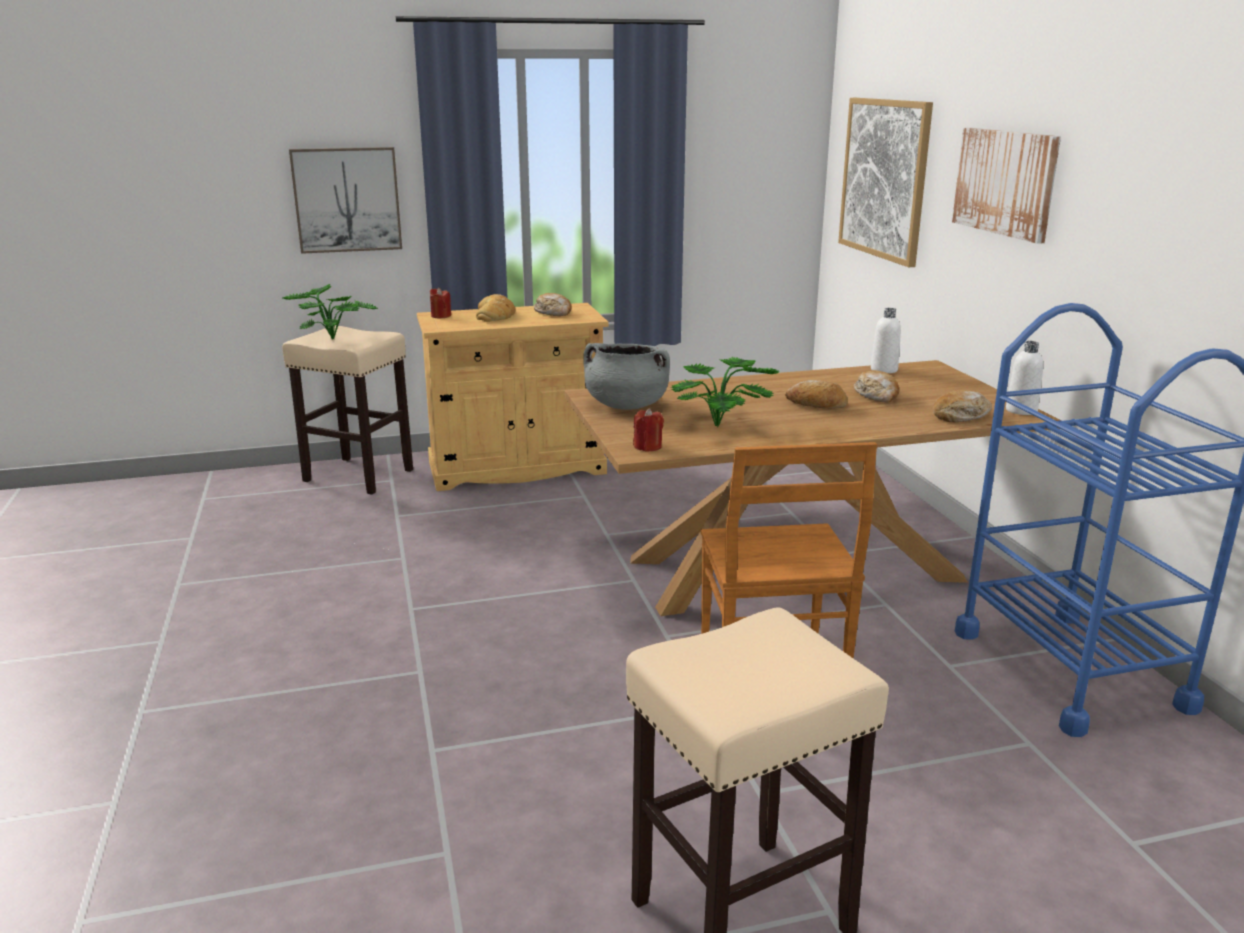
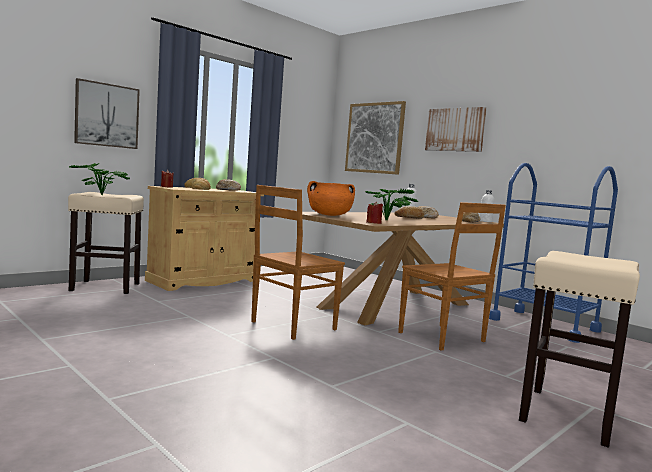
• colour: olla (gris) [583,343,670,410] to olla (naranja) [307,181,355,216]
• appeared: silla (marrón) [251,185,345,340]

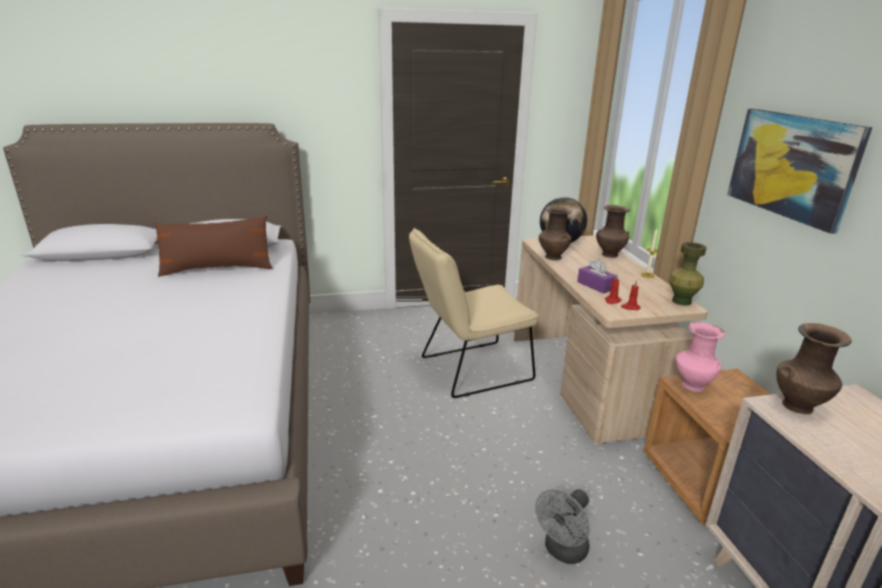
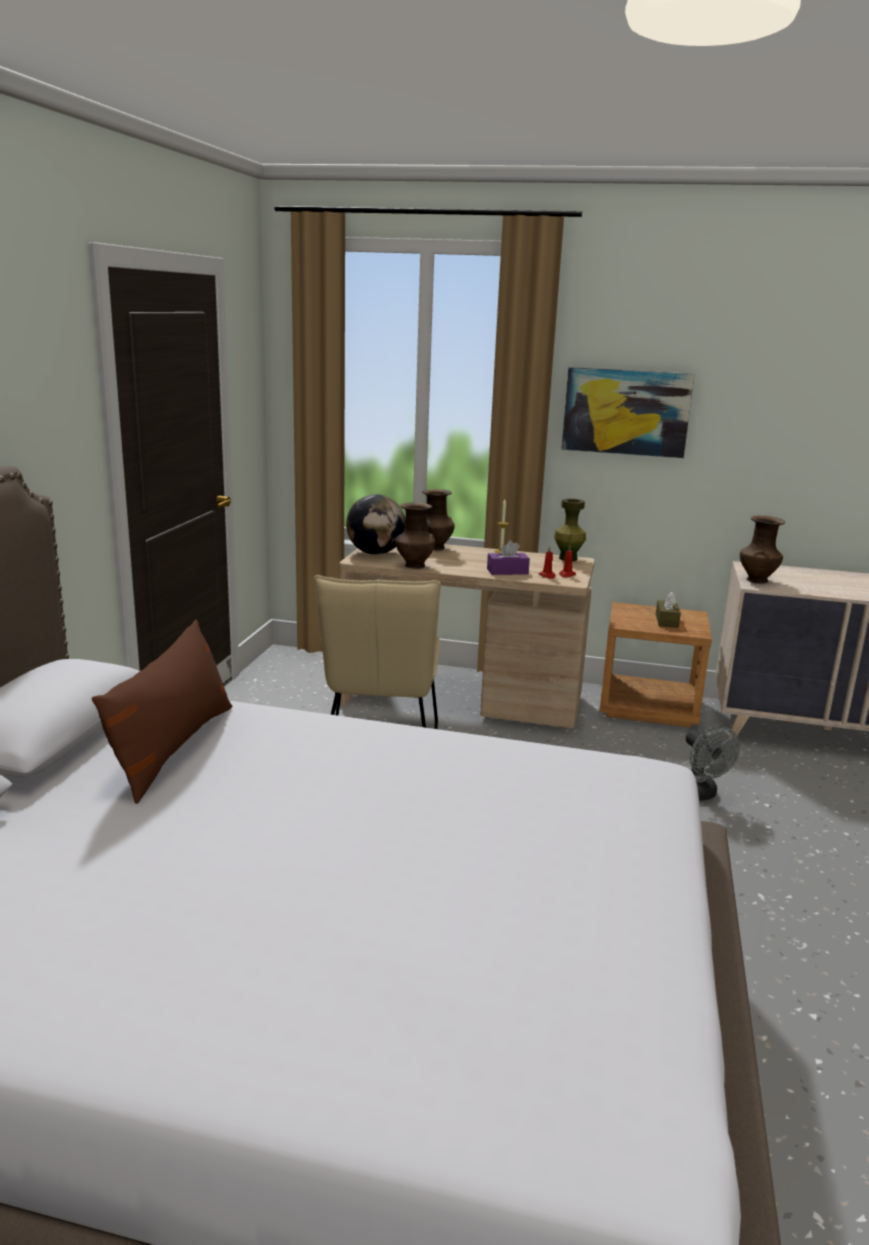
• missing: florero (rosa) [676,322,725,392]
• appeared: caja de pañuelos (marrón) [656,592,681,628]

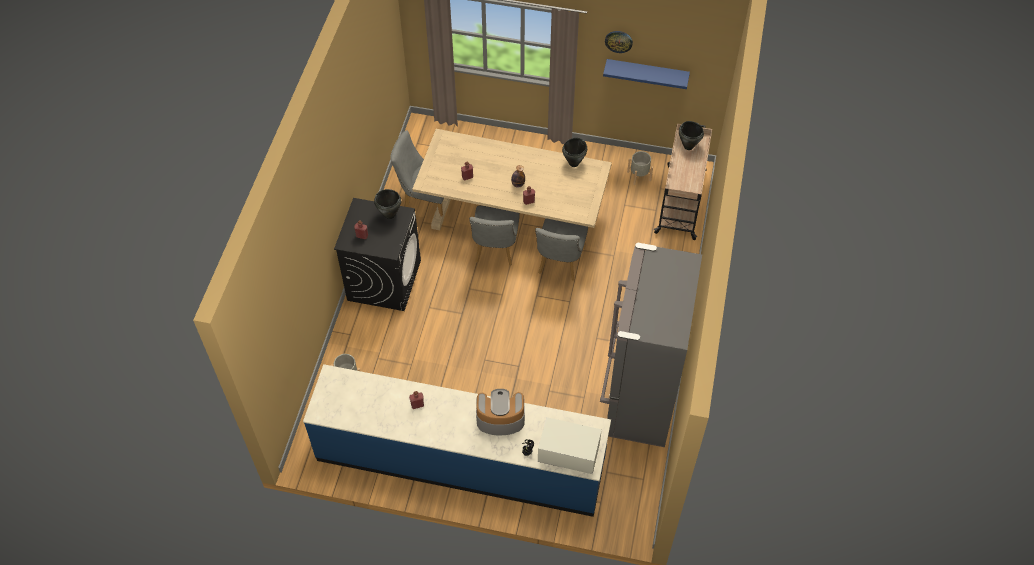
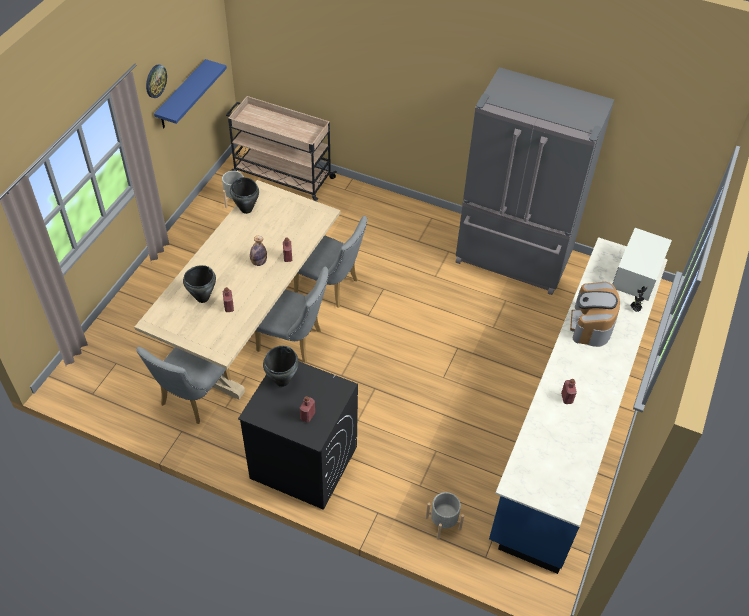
• relocated: olla (negro) [679,121,704,150] to [183,265,216,303]

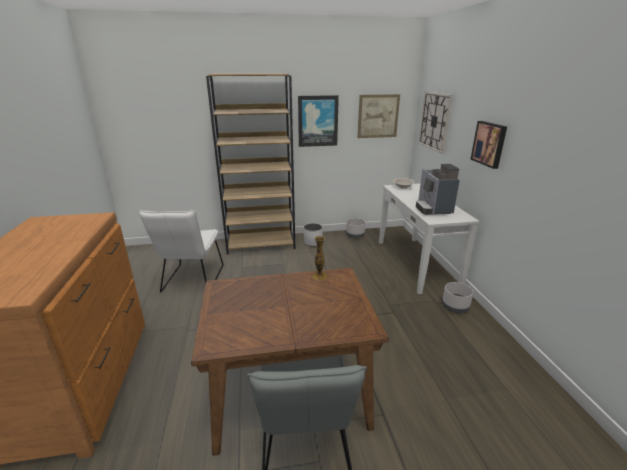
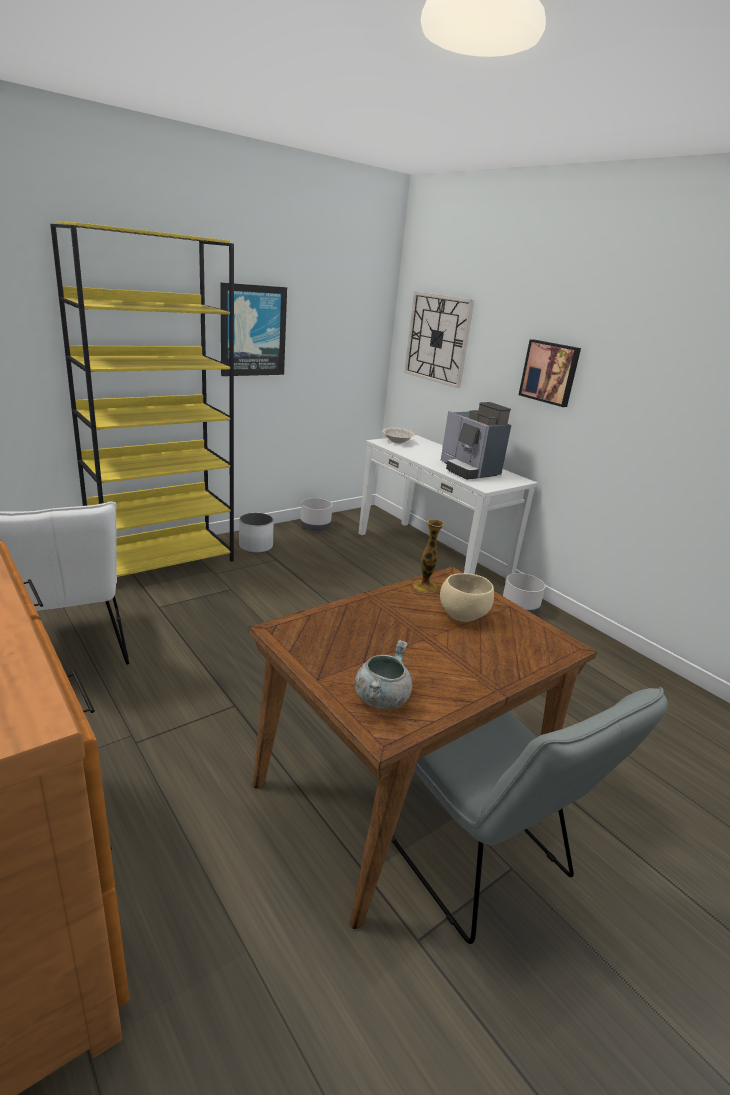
• colour: estantería (marrón) [206,73,295,254] to estantería (amarillo) [50,221,234,577]
• missing: cuadro [357,94,400,138]
• appeared: cuenco (beis) [440,573,494,622]
• appeared: olla (gris) [354,640,412,709]

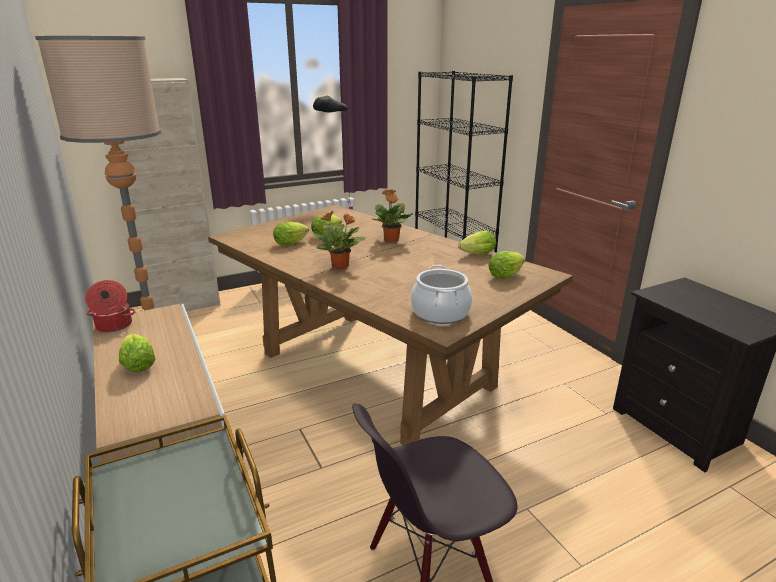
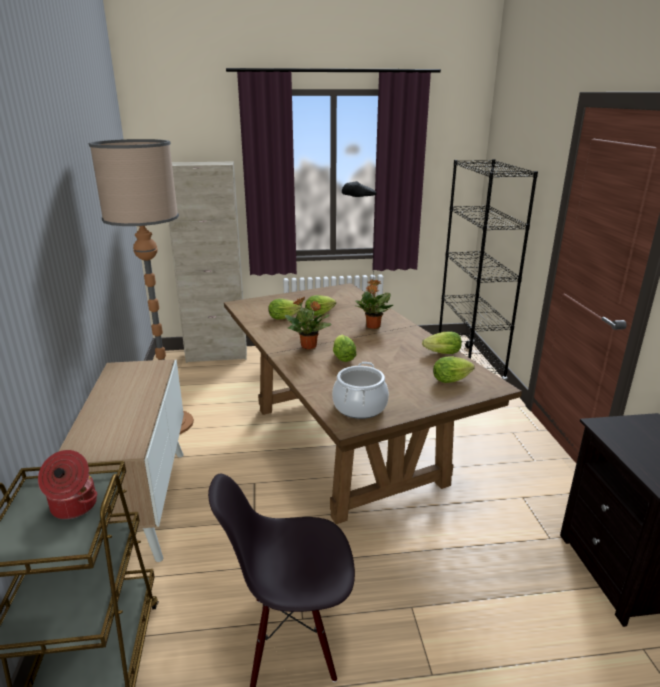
• relocated: olla [85,280,136,332] to [38,450,97,519]
• relocated: lechuga [119,334,155,373] to [333,335,357,362]

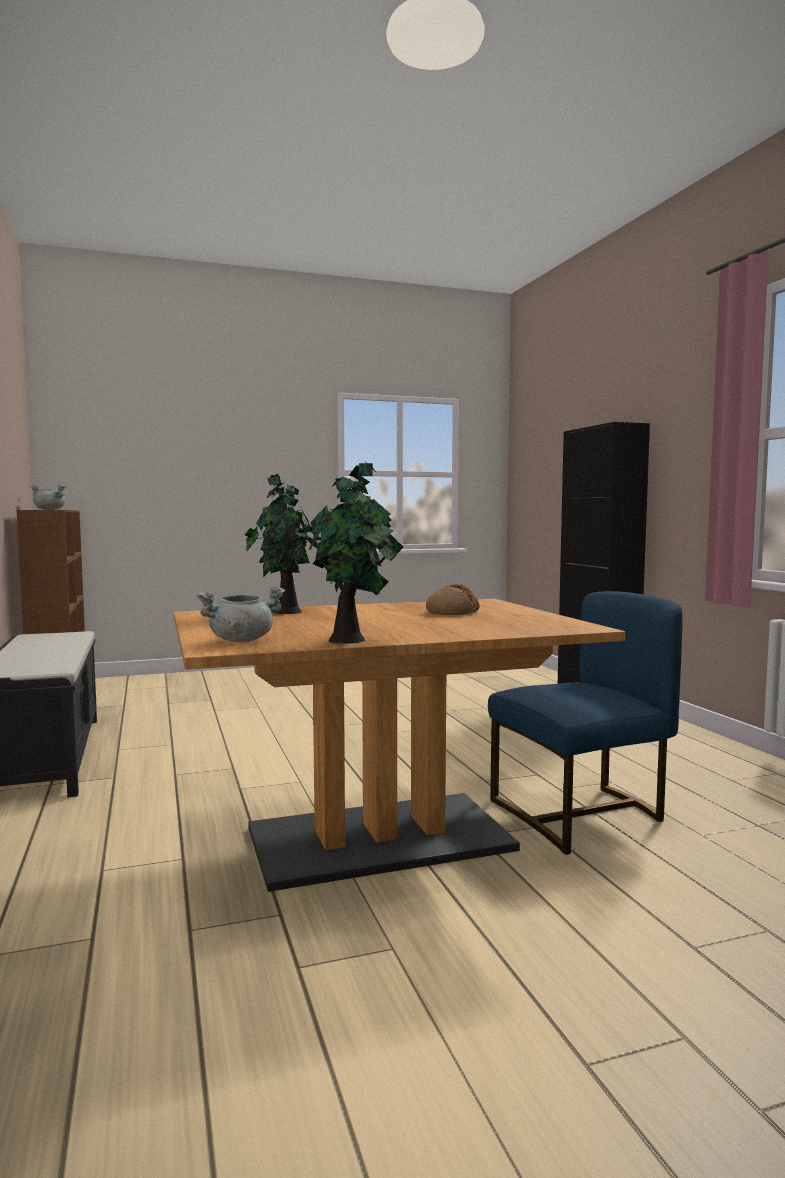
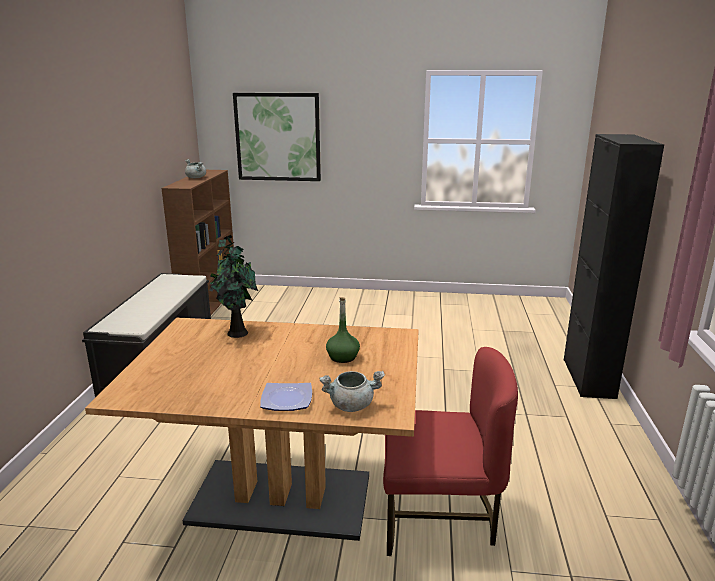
• missing: planta en maceta [297,462,403,644]
• exchanged: pan [426,584,480,615] to botella (verde) [326,297,360,363]
• relocated: olla (gris) [197,586,285,642] to [320,371,385,412]
• colour: silla (azul) [488,591,683,855] to silla (rojo) [383,347,518,556]
• appeared: cuadro [233,93,321,181]
• appeared: plato [260,383,312,411]

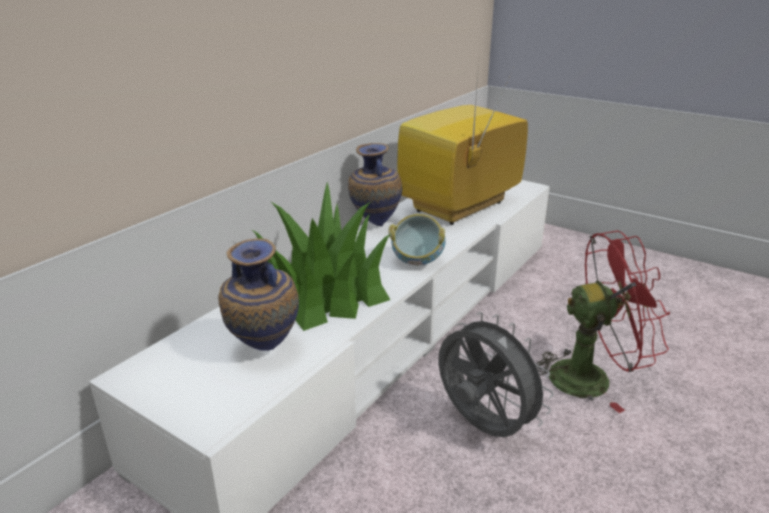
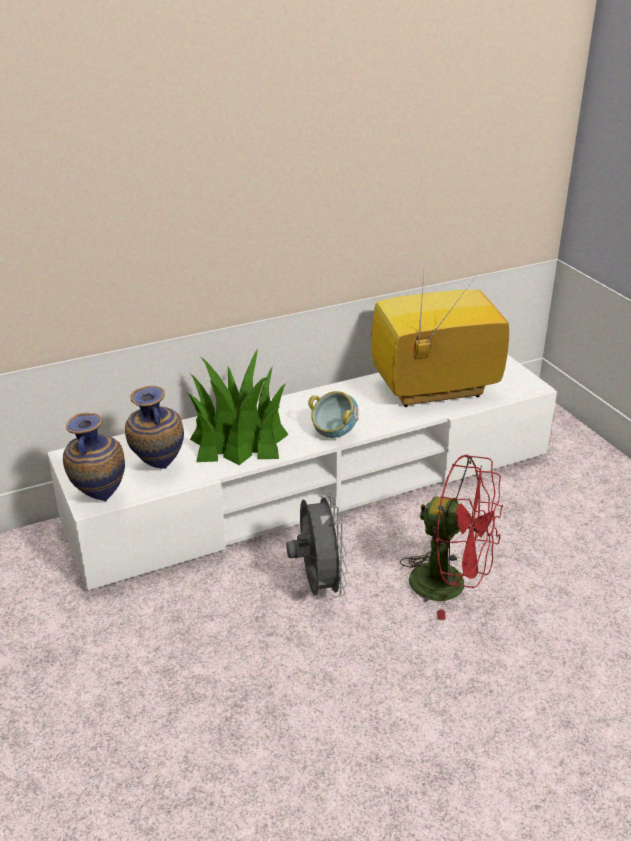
• relocated: florero [348,143,402,226] to [63,413,125,502]

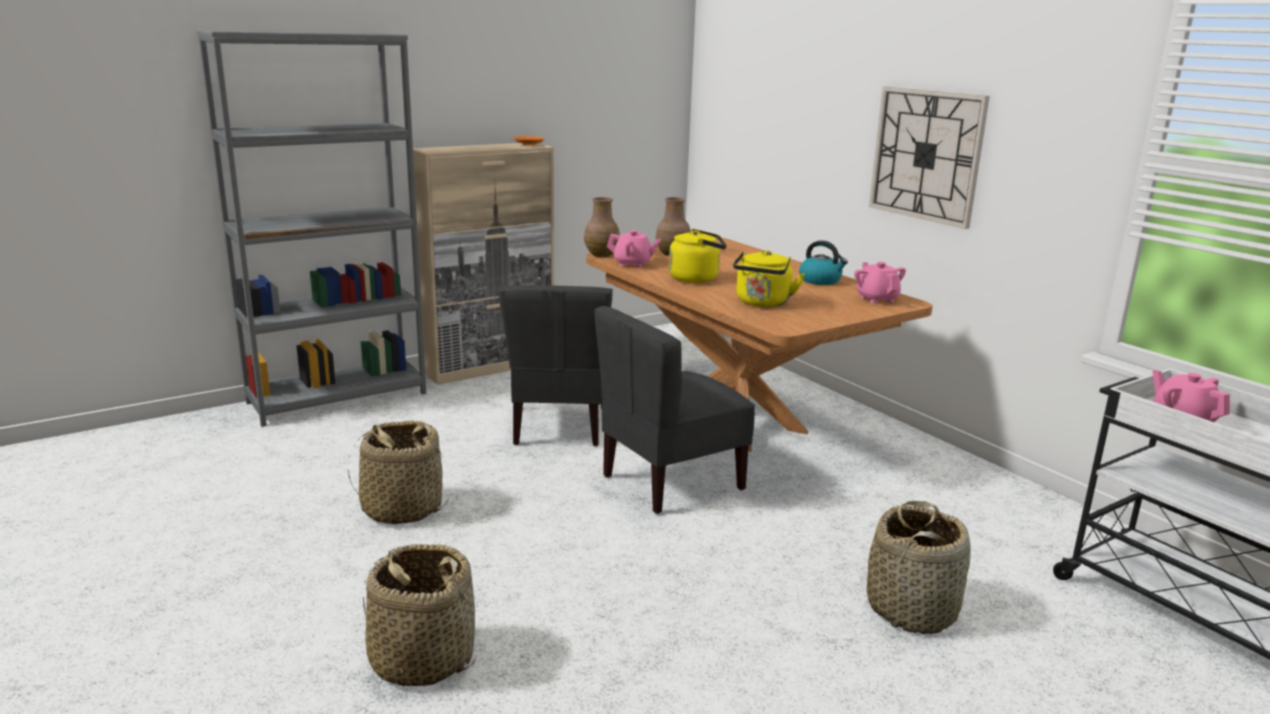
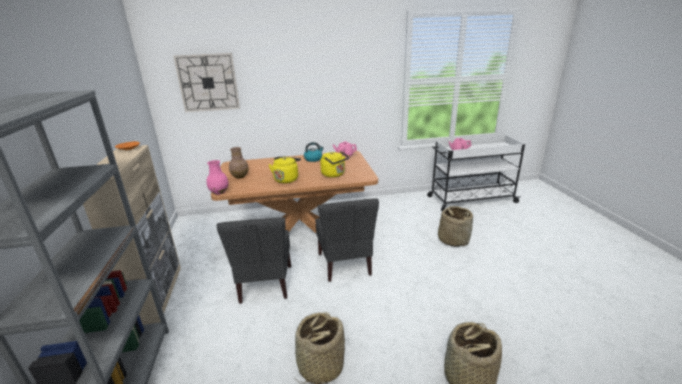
• relocated: reloj de pared [869,86,990,229] to [173,53,240,112]
• colour: florero (marrón) [584,197,620,257] to florero (rosa) [207,160,229,195]
• missing: tetera (rosa) [607,230,661,268]
• spun: silla (gris) [498,285,613,446] = [217,217,291,304] 60 degrees clockwise

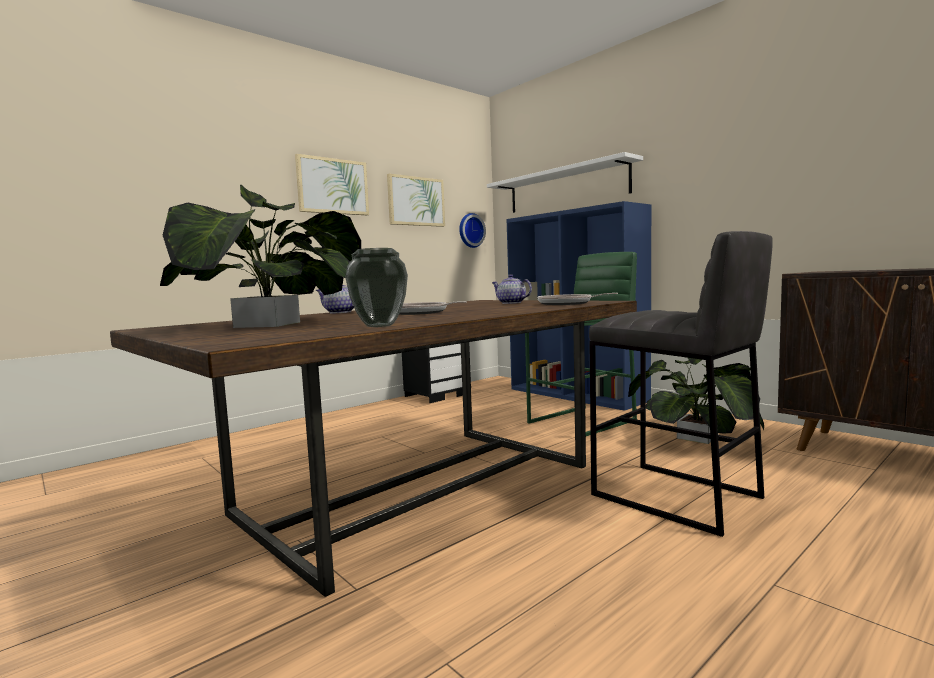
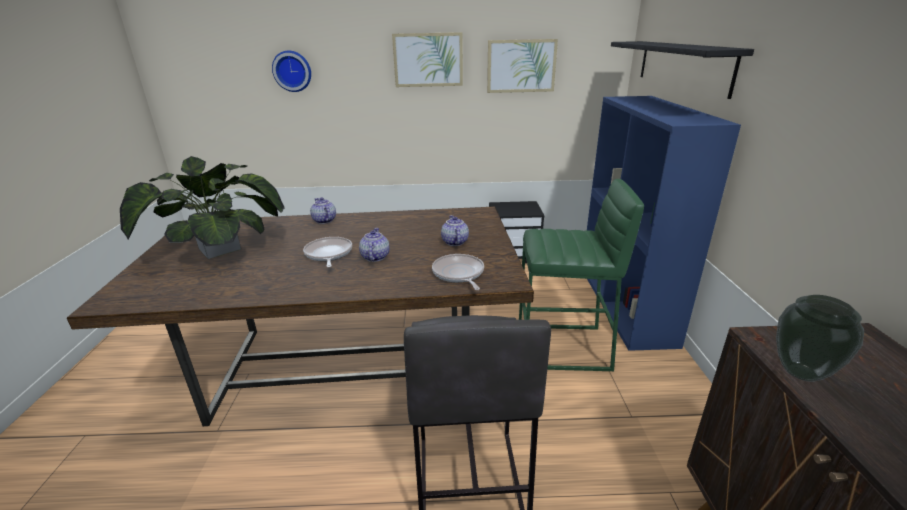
• colour: estante (blanco) [487,152,643,213] to estante (negro) [611,41,754,99]
• relocated: reloj de pared [459,213,486,248] to [272,50,311,92]
• relocated: florero [345,248,408,327] to [776,295,864,382]
• missing: planta en maceta [628,358,764,444]
• appeared: tetera [359,228,389,262]

